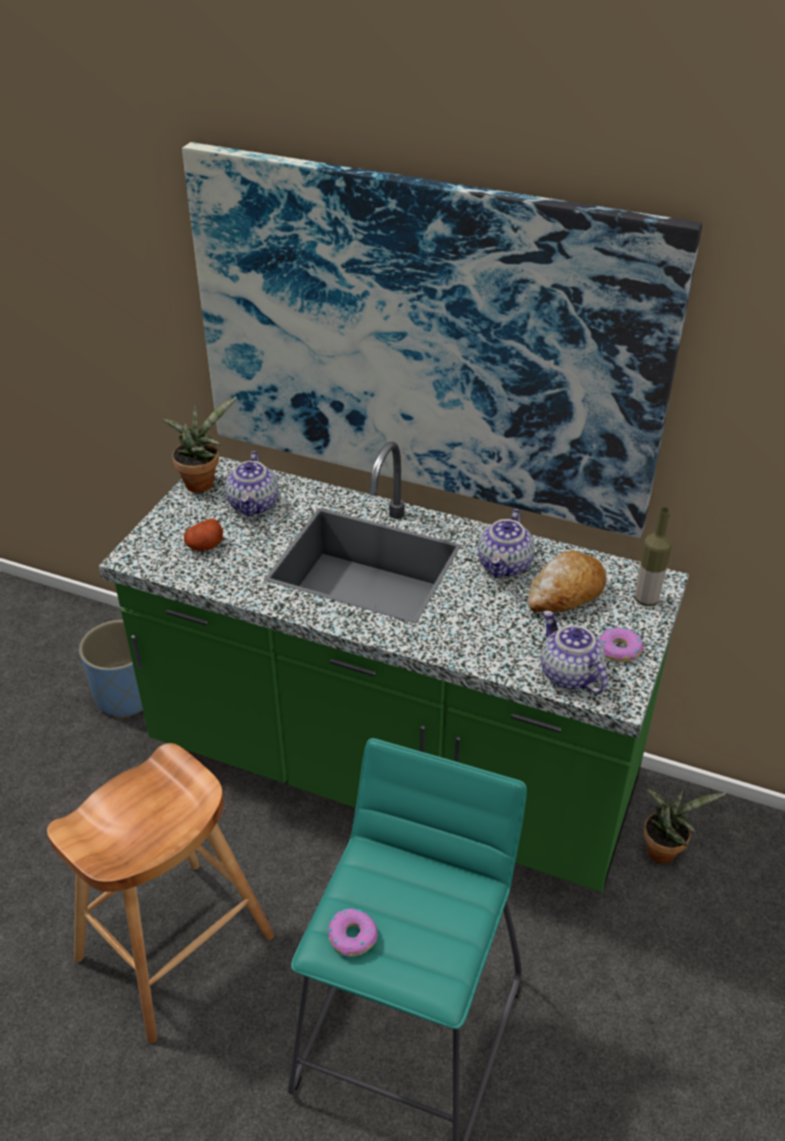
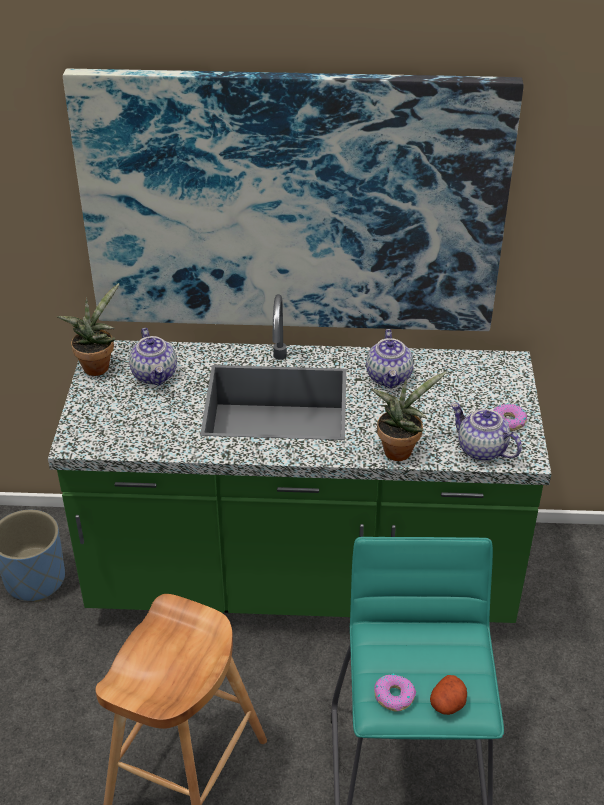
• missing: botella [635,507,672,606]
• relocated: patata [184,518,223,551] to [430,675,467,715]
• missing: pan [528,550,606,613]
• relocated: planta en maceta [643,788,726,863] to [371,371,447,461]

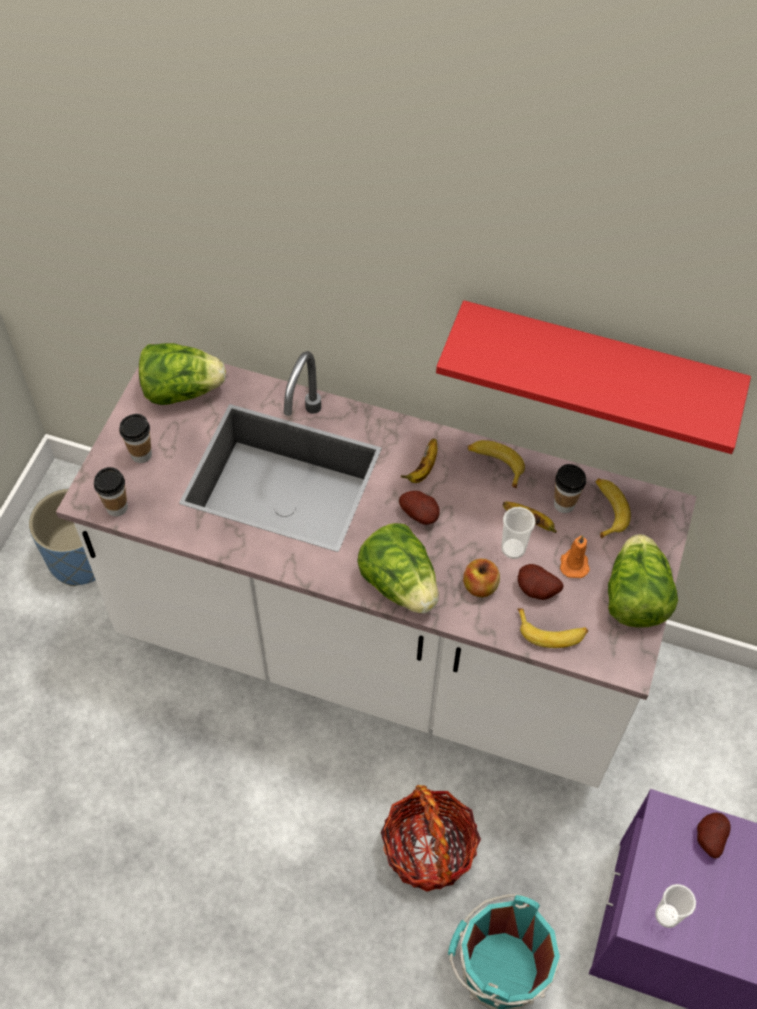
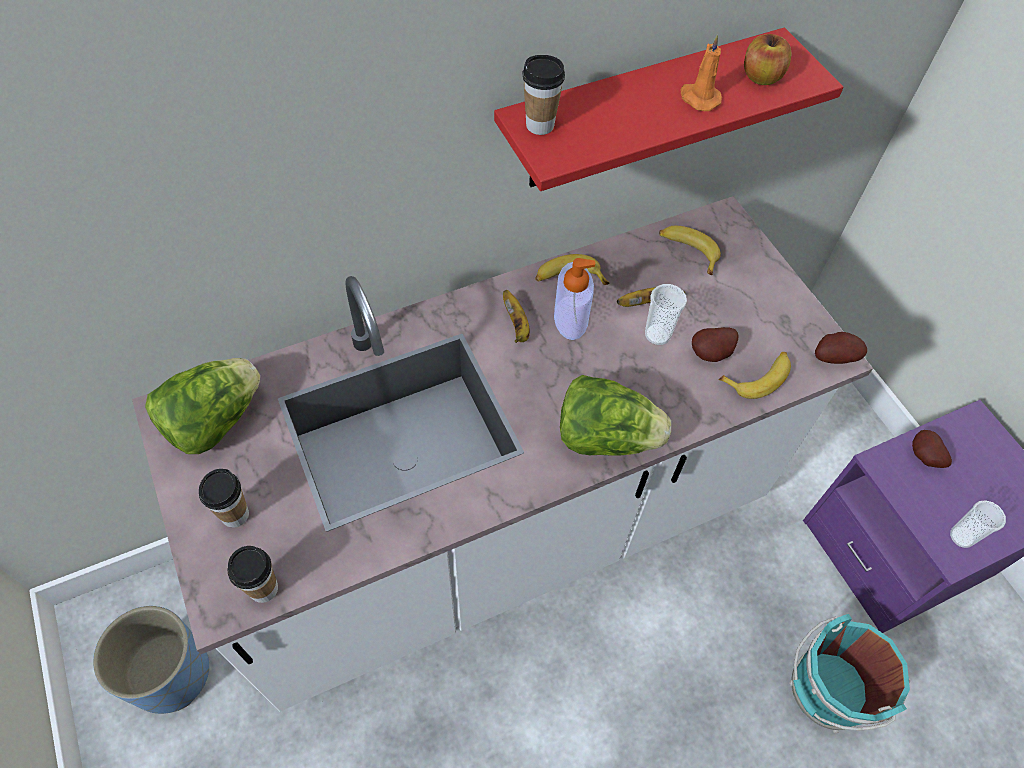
• relocated: taza [554,464,586,513] to [522,55,565,135]
• relocated: patata [399,491,440,525] to [815,332,867,364]
• missing: lechuga [608,534,678,628]
• relocated: vela (naranja) [560,535,590,578] to [681,34,722,111]
• relocated: manzana [463,558,500,597] to [744,34,792,85]
• missing: cesta [381,785,481,892]
• appeared: dispensador de jabón [554,258,595,340]

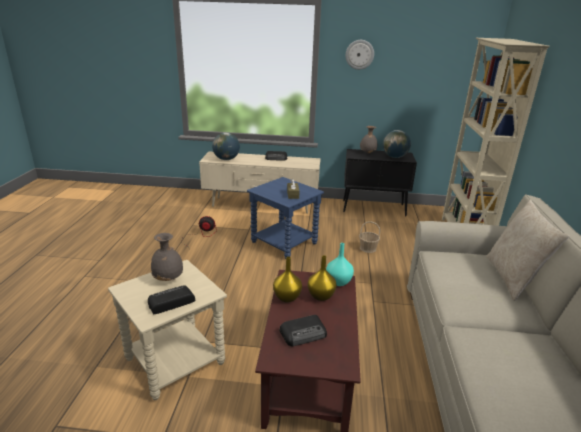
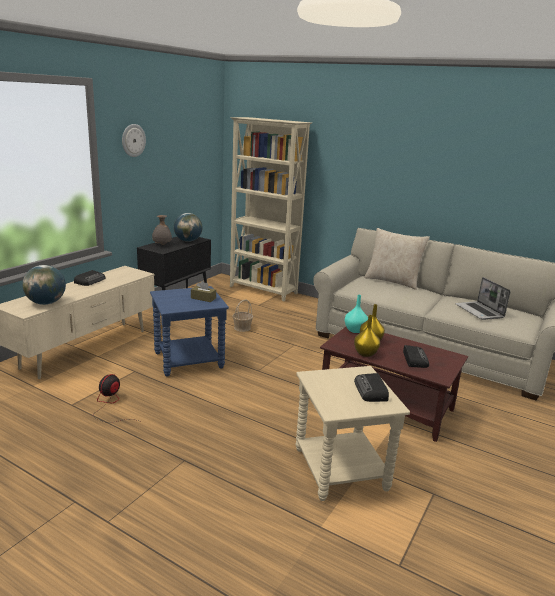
• missing: florero (gris) [151,233,183,281]
• appeared: portátil [455,277,511,320]

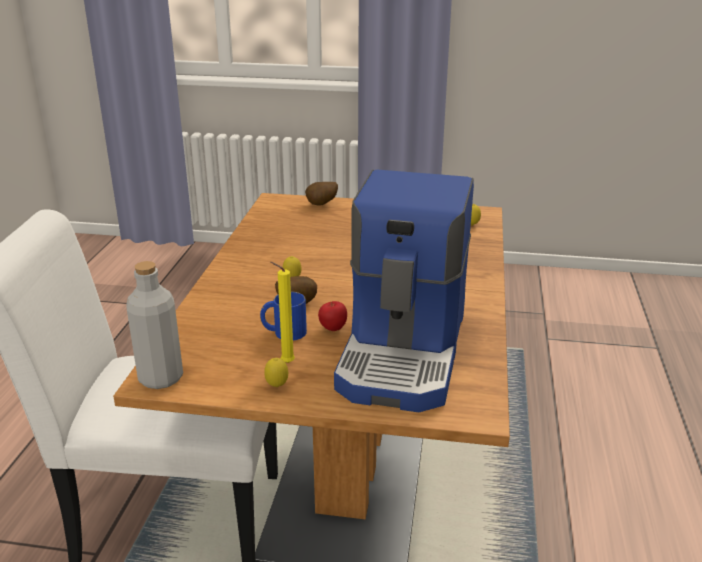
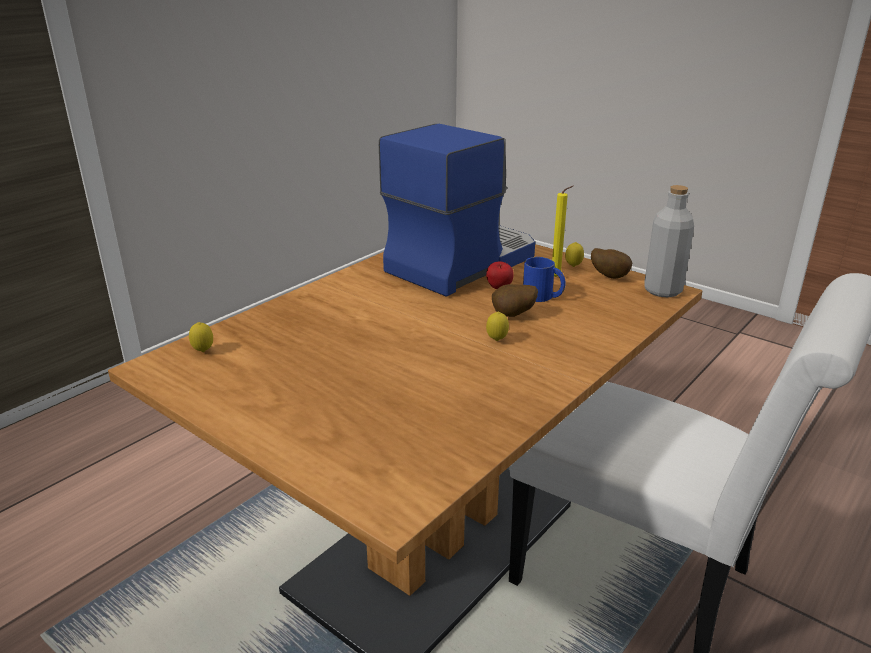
• relocated: patata [305,182,338,206] to [591,248,632,279]

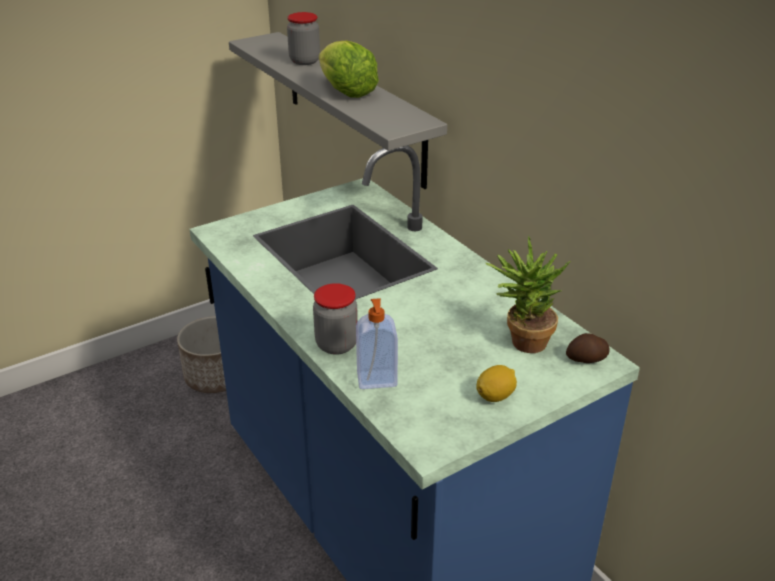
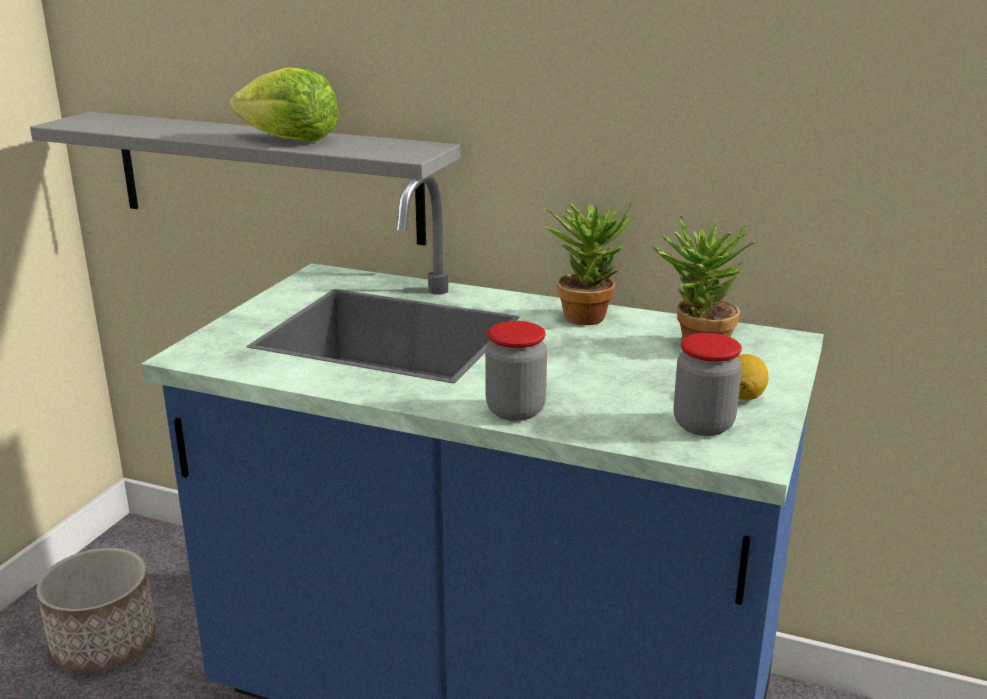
• relocated: tarro [287,12,320,65] to [673,333,742,436]
• missing: dispensador de jabón [356,298,398,389]
• missing: patata [566,333,610,363]
• appeared: planta en maceta [544,203,631,325]

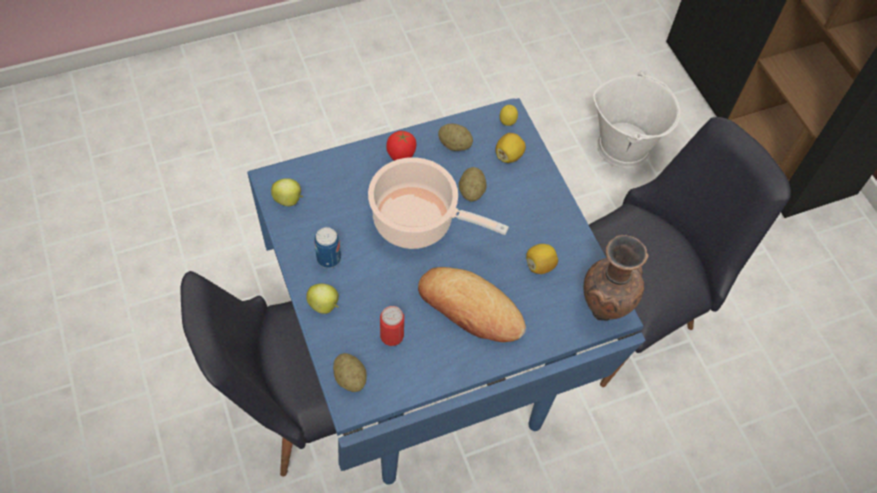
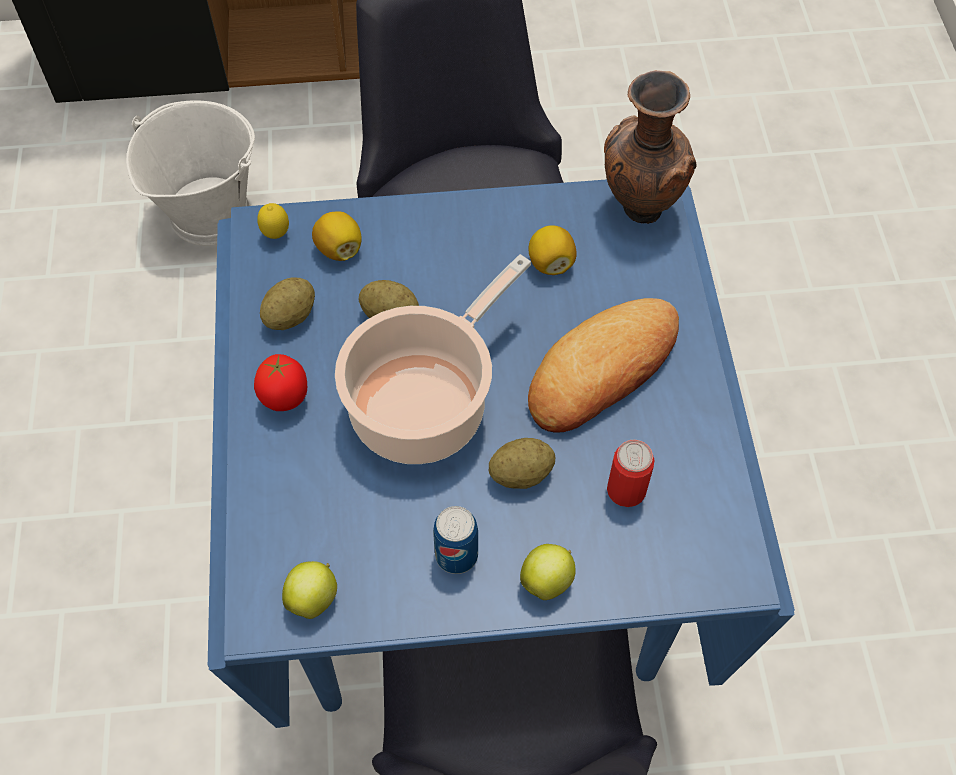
• relocated: patata [333,353,367,392] to [489,438,556,489]

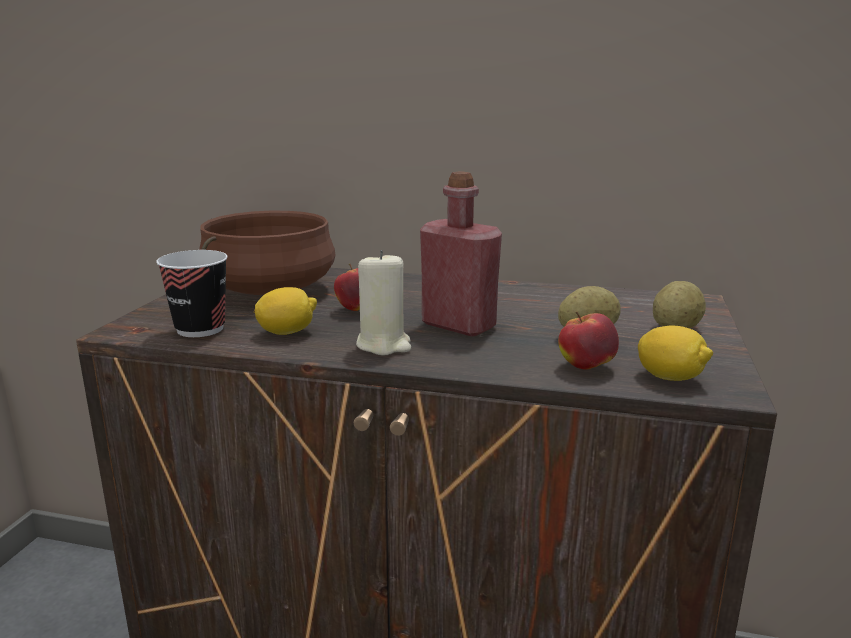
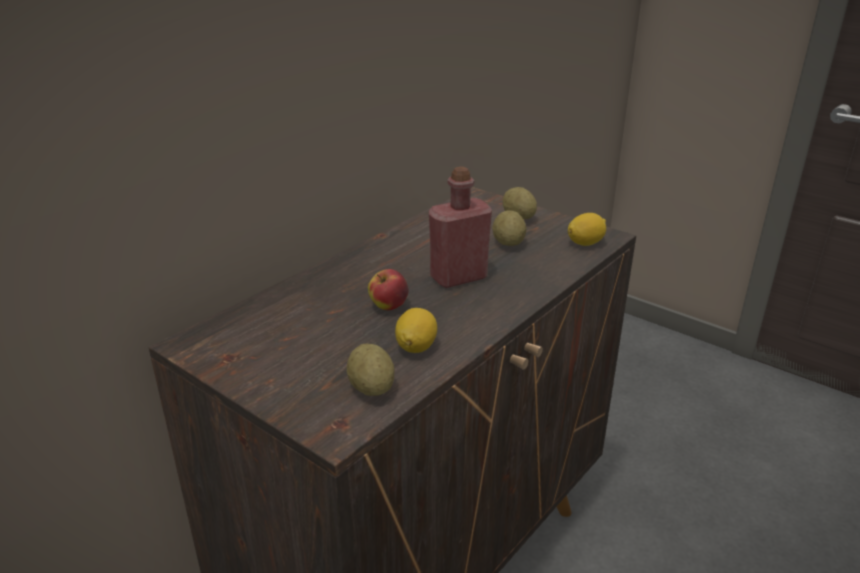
• missing: olla (marrón) [199,211,336,295]
• exchanged: taza [156,250,228,337] to patata [347,344,395,396]
• missing: vela (beis) [356,250,411,356]
• missing: manzana [558,312,619,370]

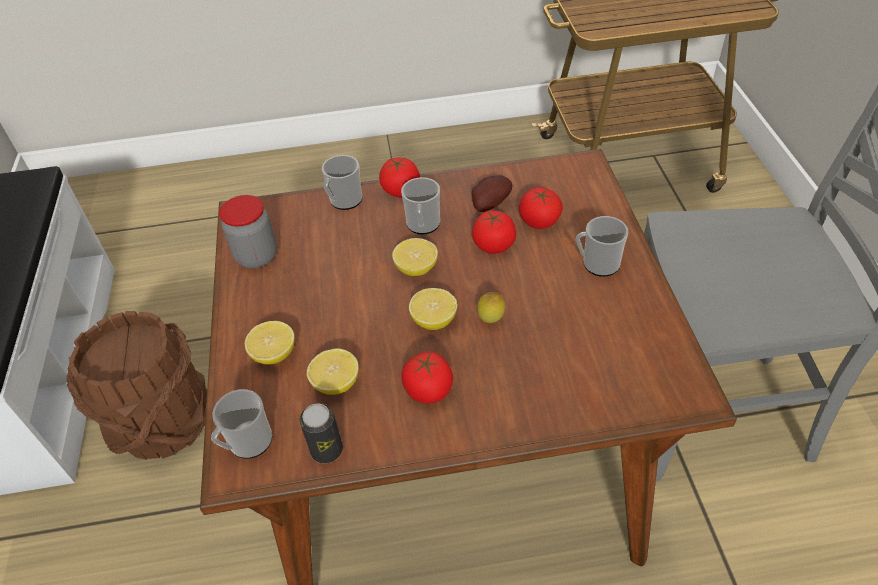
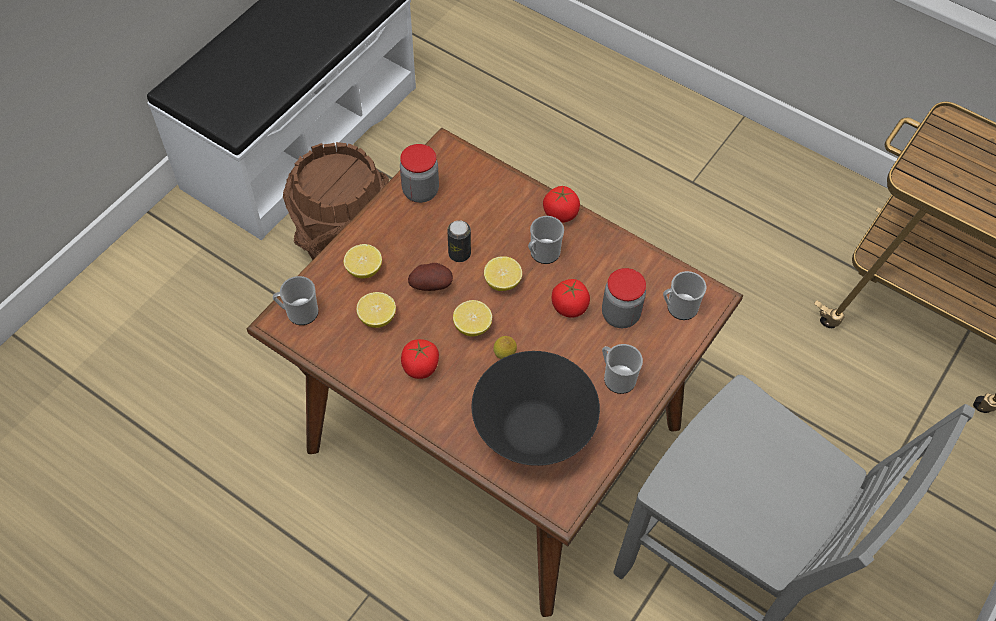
• relocated: taza grande [322,155,362,210] to [663,271,707,320]
• relocated: patata [472,175,512,212] to [408,263,453,291]
• exchanged: tomate [519,187,563,229] to tarro [602,268,646,328]
• relocated: lata [300,403,343,463] to [447,220,471,262]
• appeared: cuenco (negro) [472,351,600,466]

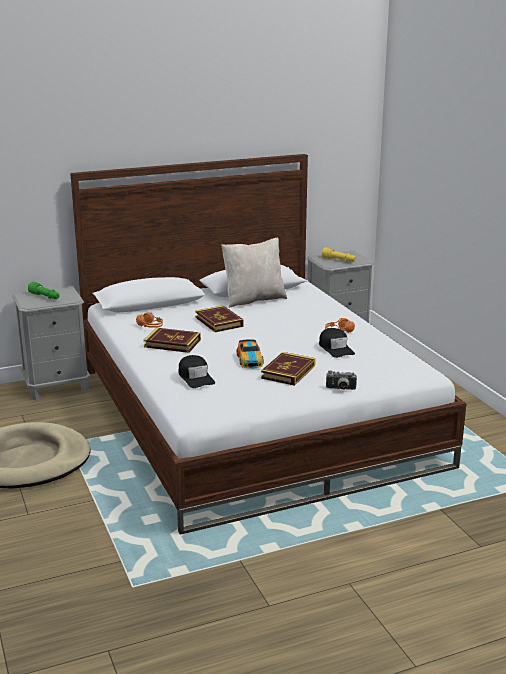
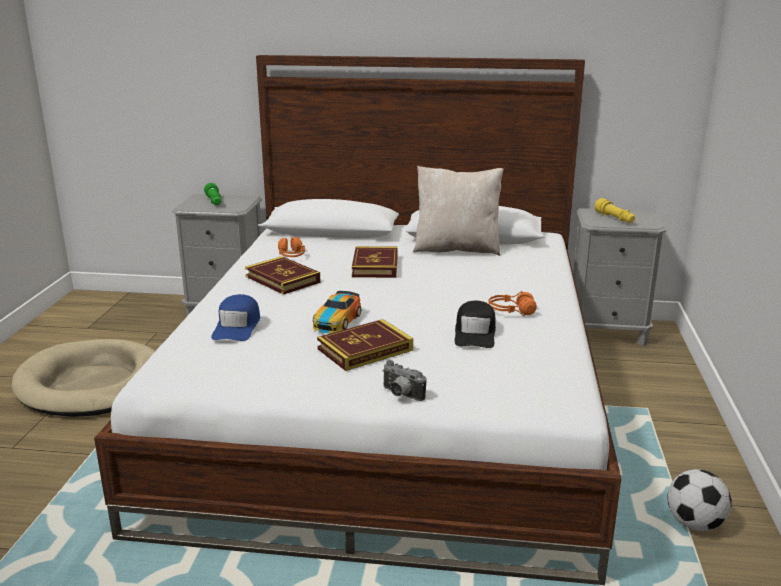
• colour: gorra (negro) [178,355,215,388] to gorra (azul) [211,294,260,341]
• appeared: balón de fútbol [667,469,732,531]

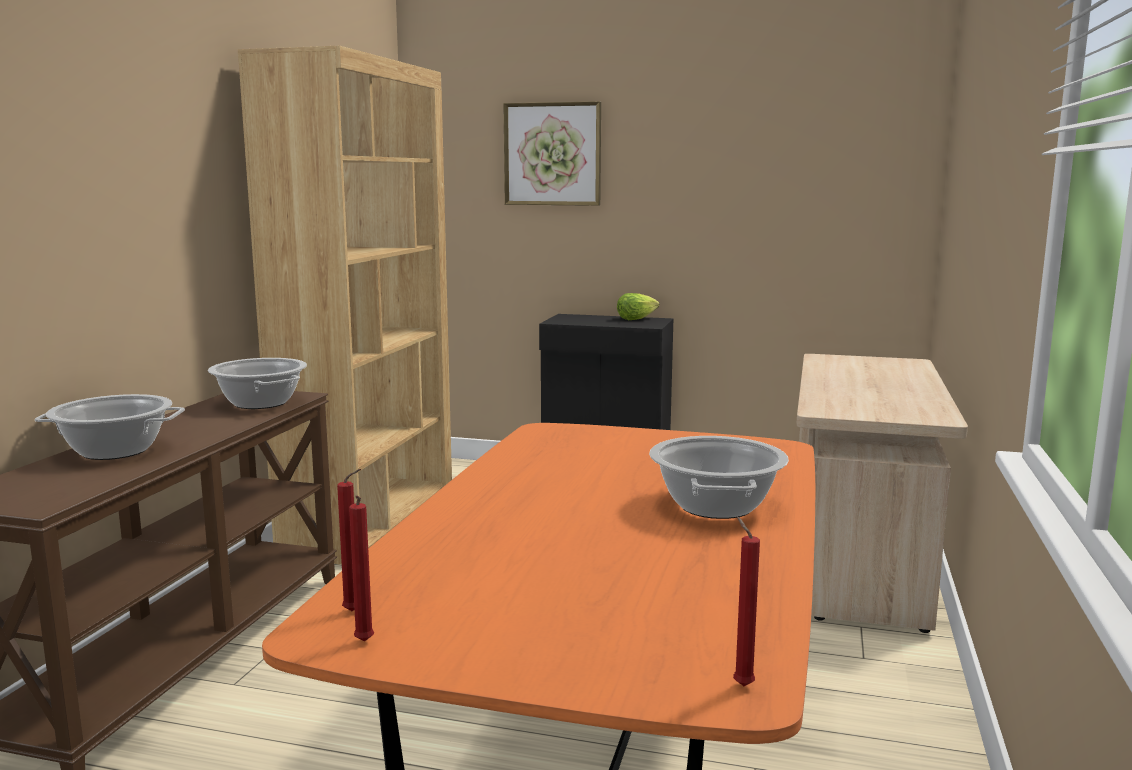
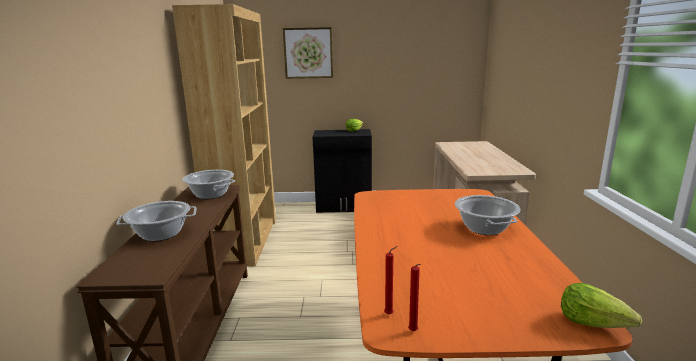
• exchanged: vela (rojo) [733,517,760,686] to lechuga [561,283,642,328]

